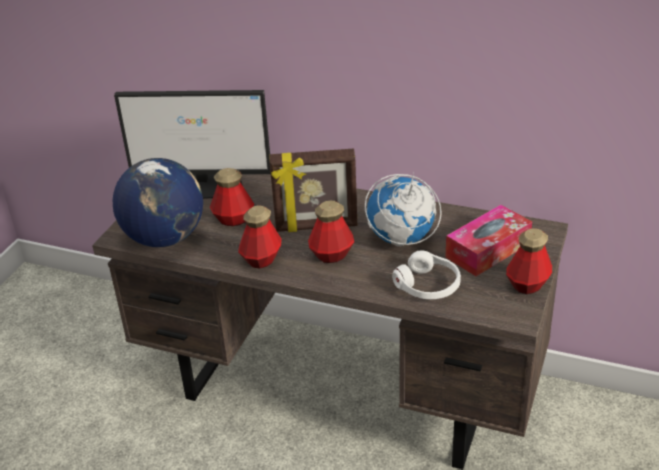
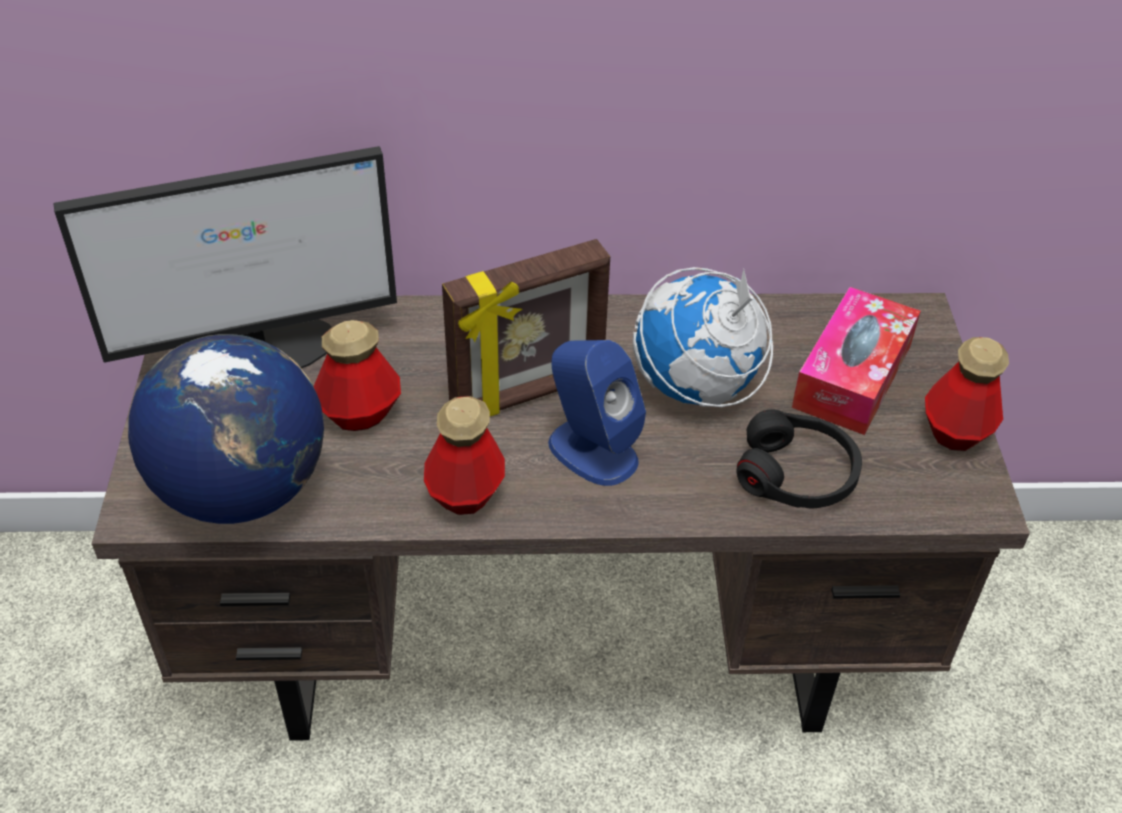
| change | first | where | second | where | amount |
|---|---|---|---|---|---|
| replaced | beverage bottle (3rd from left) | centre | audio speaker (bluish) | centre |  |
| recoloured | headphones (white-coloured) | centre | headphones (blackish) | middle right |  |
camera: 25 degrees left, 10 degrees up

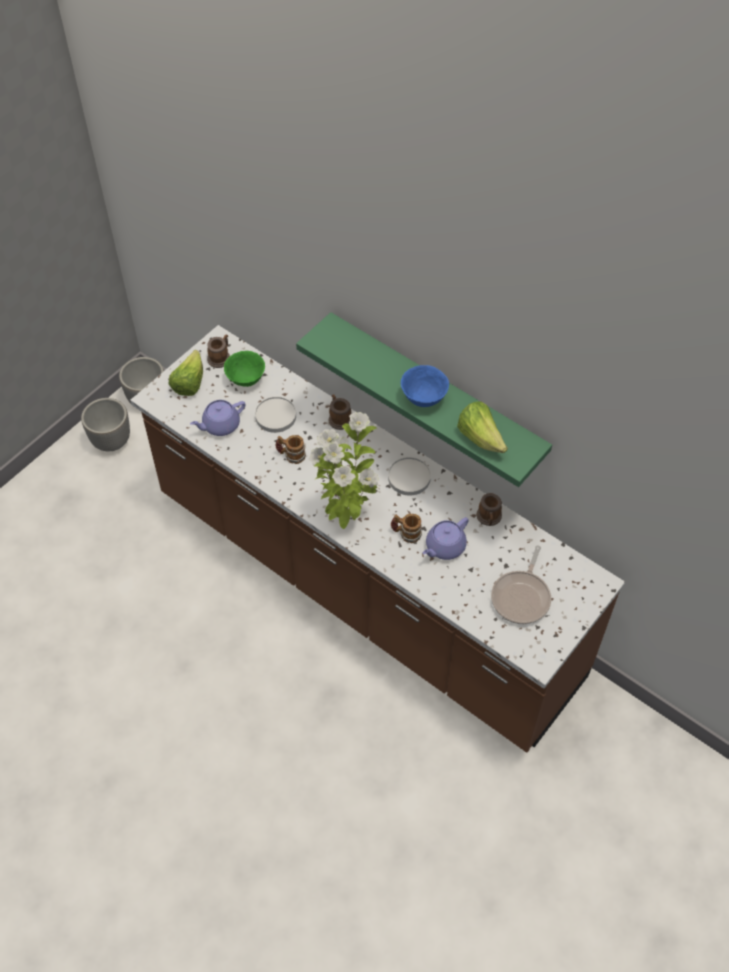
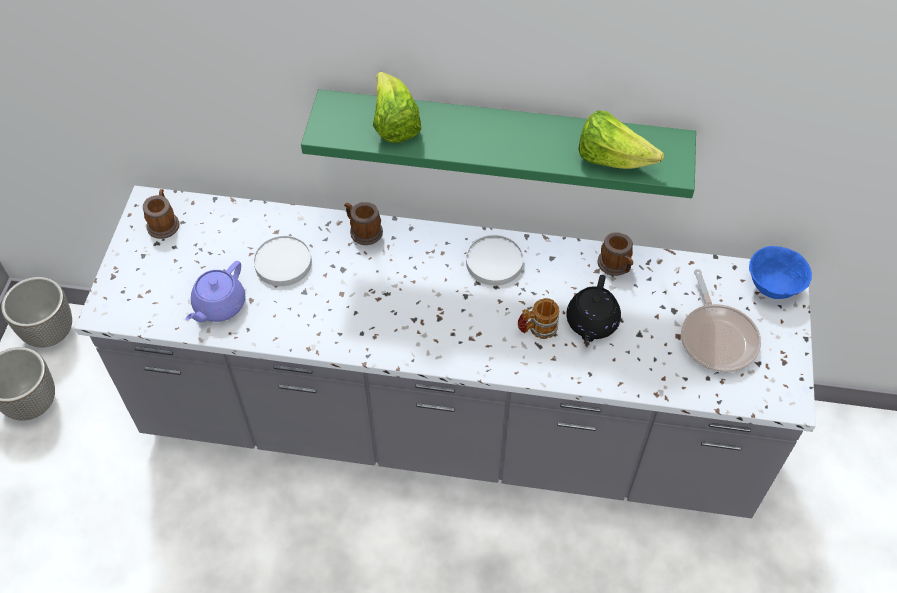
| change | first | where | second | where | amount |
|---|---|---|---|---|---|
| recoloured | counter (brown) | centre | counter (greyish) | centre |  |
| moved | lettuce head (1st from left) | middle left |  | top centre |  |
| removed | deep dish (green) | centre |  |  |  |
| removed | tea mug (2nd from left) | centre |  |  |  |
| removed | plant in a pot | centre |  |  |  |
| moved | deep dish (bluish) | centre |  | middle right |  |
| recoloured | teapot (purple-coloured) (2nd from left) | centre | teapot (blackish) | centre |  |
camera: 30 degrees left, 0 degrees up

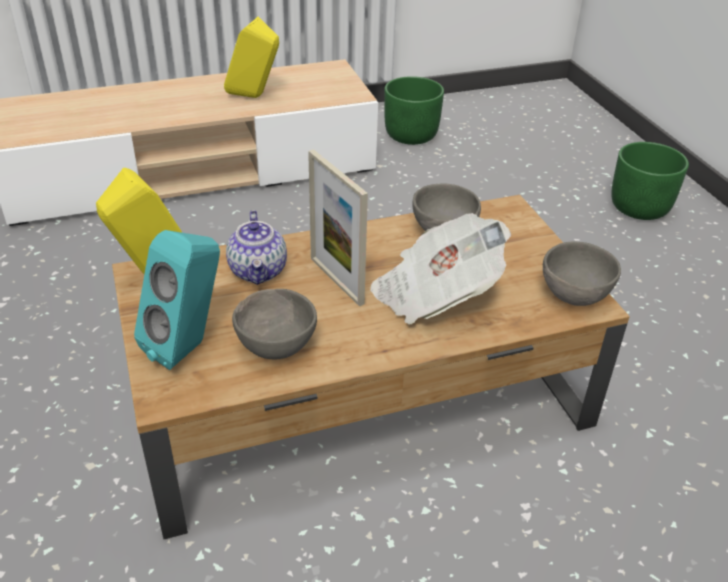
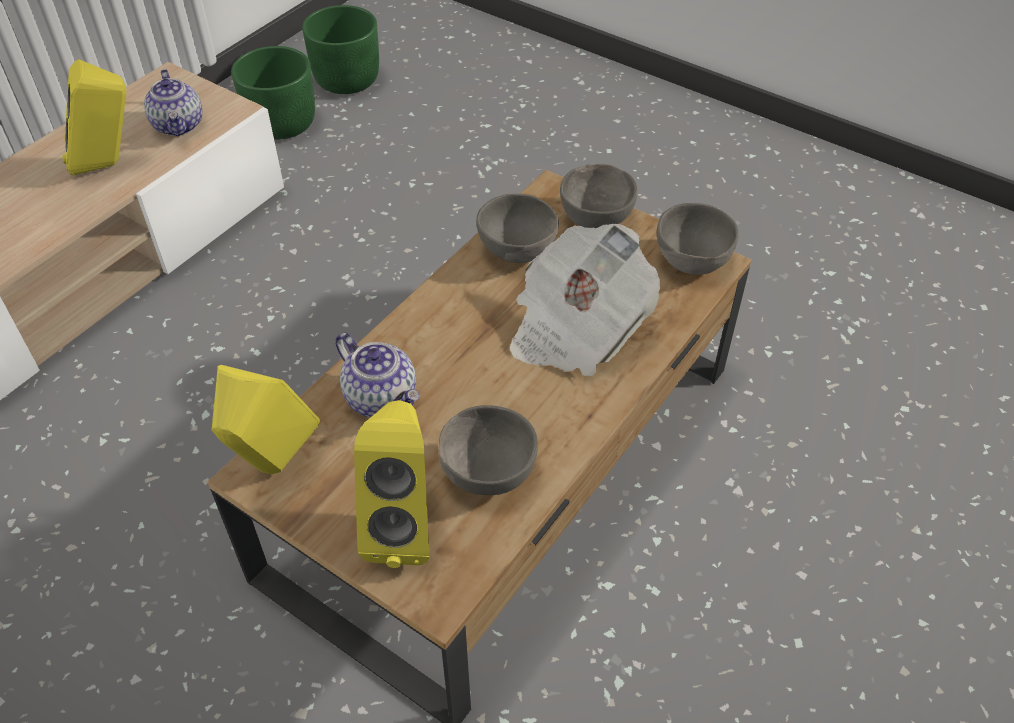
| change | first | where | second | where | amount |
|---|---|---|---|---|---|
| recoloured | audio speaker (turquoise) | middle left | audio speaker (yellow) (3rd from left) | bottom centre |  |
| removed | photo frame | centre |  |  |  |
| moved | flower pot (green) (2nd from left) | top right |  | top centre |  |
| added |  |  | teapot (1st from left) | top left |  |
| added |  |  | deep dish (greyish) (3rd from left) | top centre |  |
camera: 35 degrees left, 10 degrees up

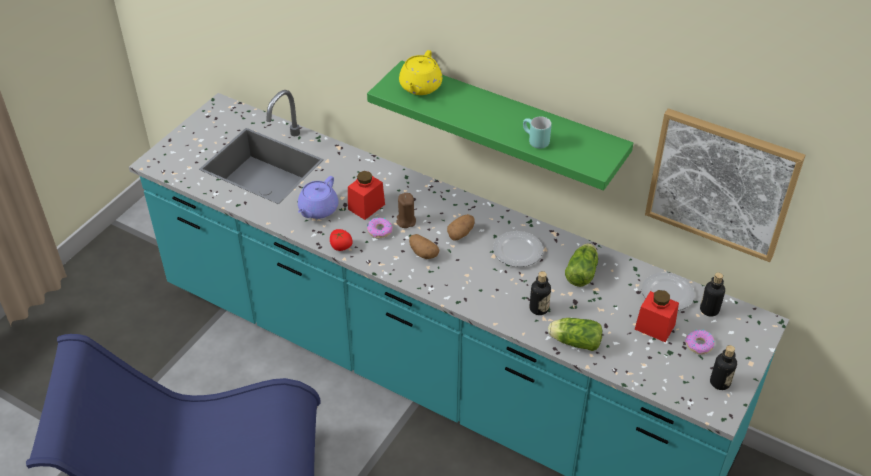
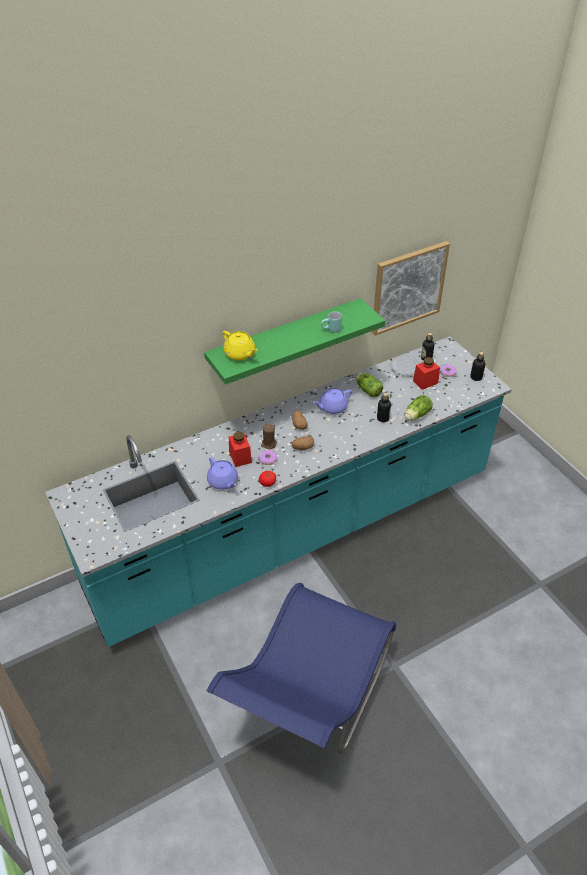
| change | first | where | second | where | amount |
|---|---|---|---|---|---|
| replaced | dinner plate (1st from left) | centre | teapot (purple-coloured) (2nd from left) | centre |  |
camera: 60 degrees left, 0 degrees up

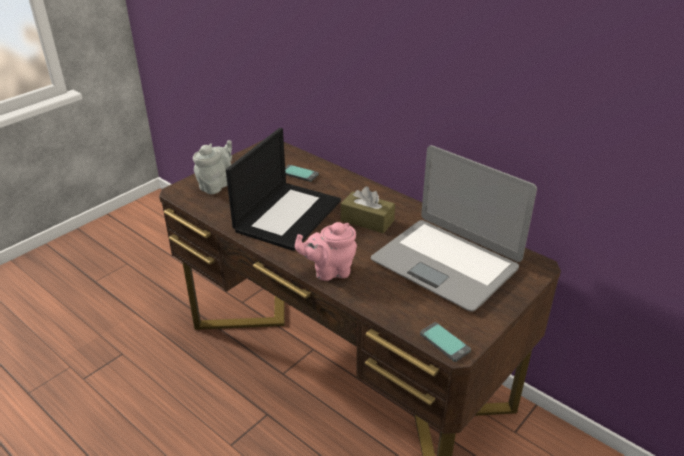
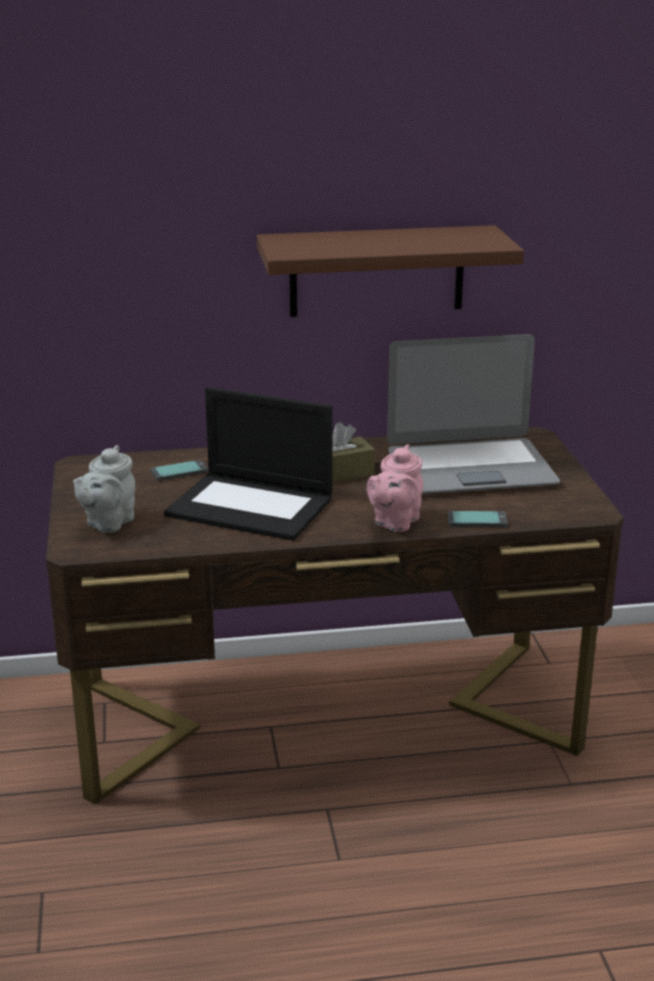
| change | first | where | second | where | amount |
|---|---|---|---|---|---|
| turned | teapot (greyish) | middle left |  | middle left | 135 degrees counterclockwise |
| turned | laptop (1st from left) | centre |  | centre | 135 degrees clockwise |
| moved | handset (2nd from left) | bottom centre |  | middle right |  |
| added |  |  | wall shelf (brown) | top centre |  |
camera: 50 degrees left, 10 degrees down

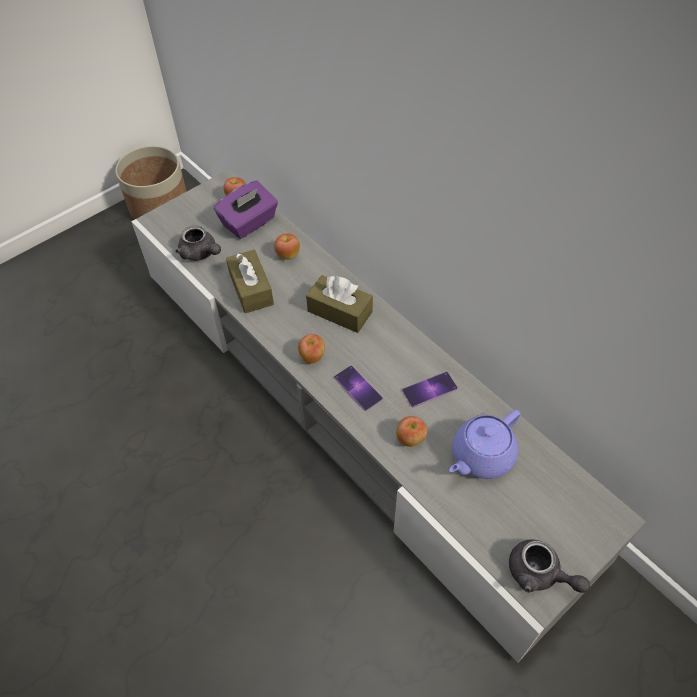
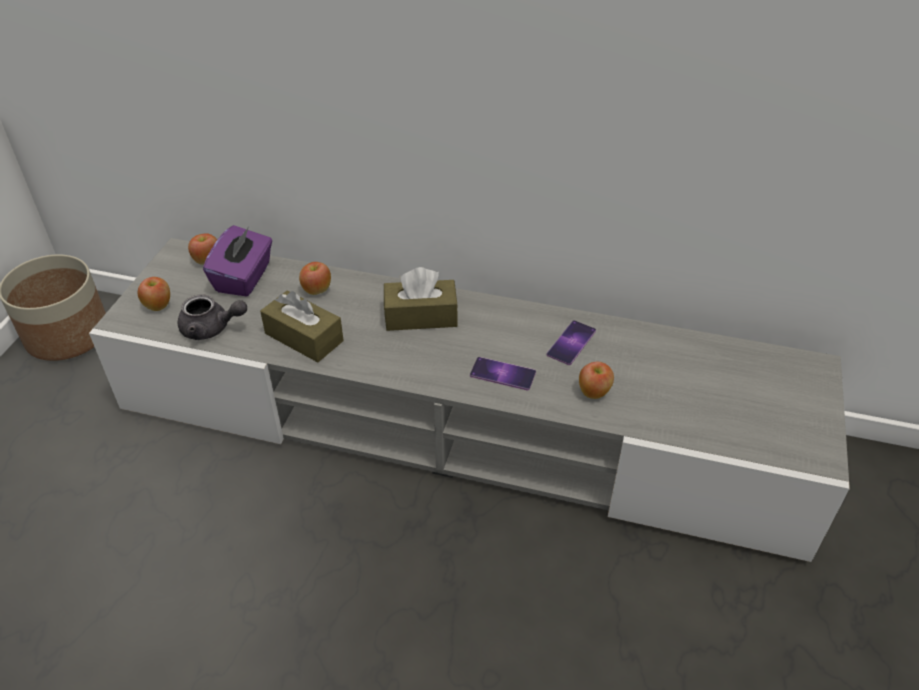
| change | first | where | second | where | amount |
|---|---|---|---|---|---|
| moved | apple fruit (3rd from left in the first image) | centre | apple fruit (1st from left) | middle left |  |
| removed | teapot (purple-coloured) | middle right |  |  |  |
| removed | teapot (greyish) (2nd from left) | bottom right |  |  |  |
camera: 35 degrees left, 10 degrees down

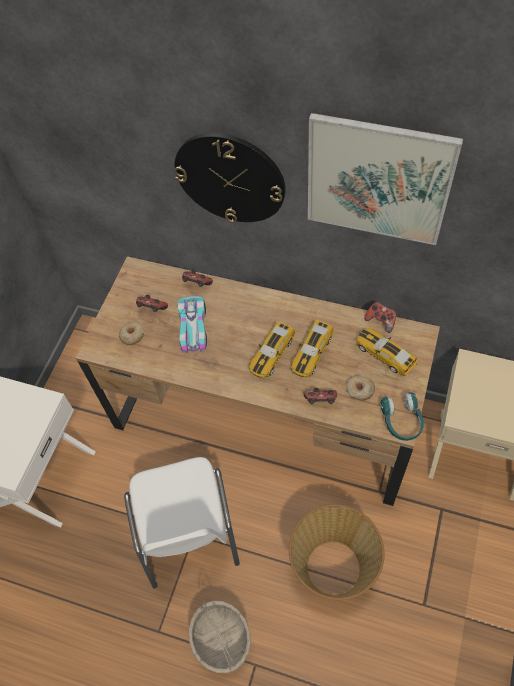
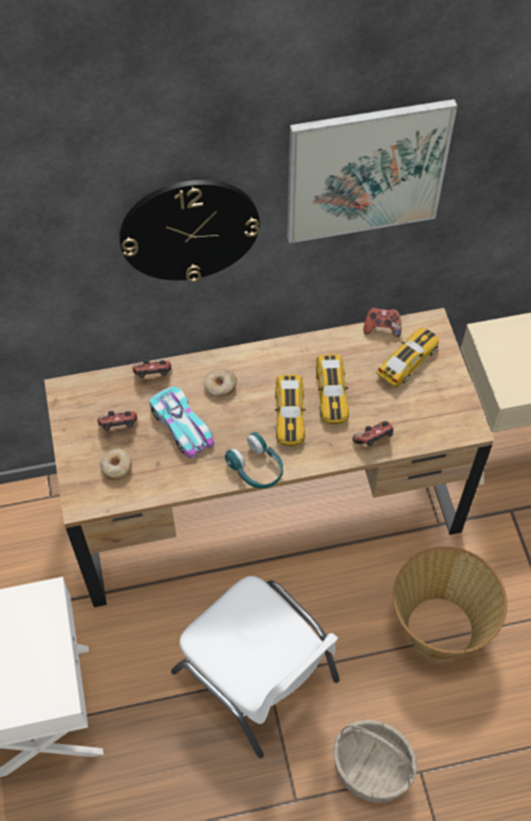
| change | first | where | second | where | amount |
|---|---|---|---|---|---|
| moved | donut (2nd from left) | middle right |  | centre |  |
| turned | model car (4th from left) | middle right |  | middle right | 120 degrees clockwise |
| moved | headphones (turquoise) | middle right |  | centre |  |
camera: 35 degrees left, 0 degrees up

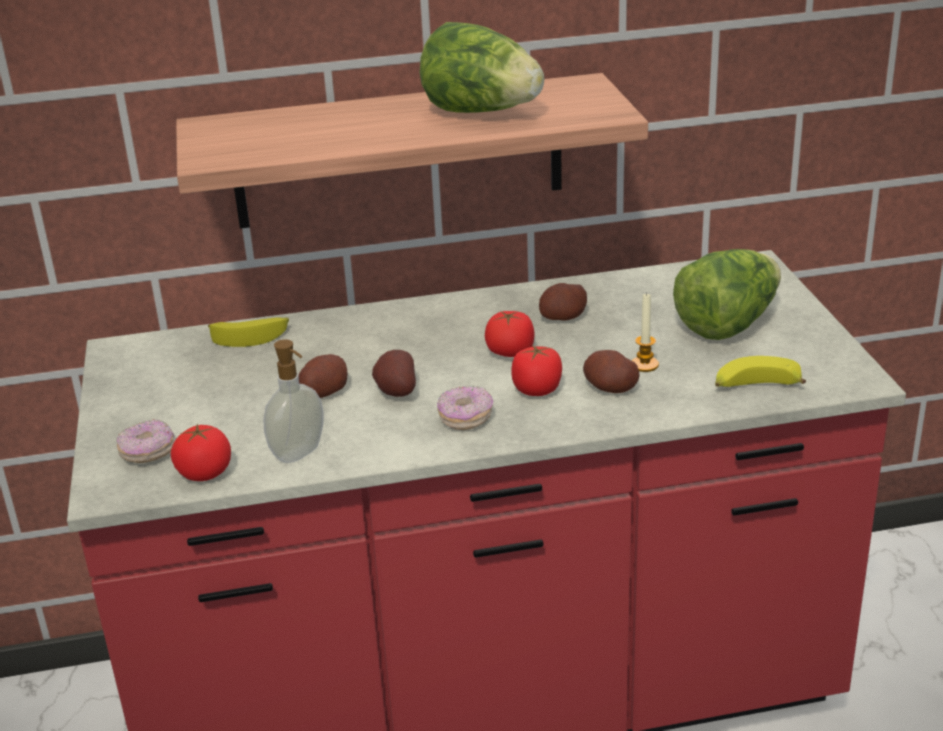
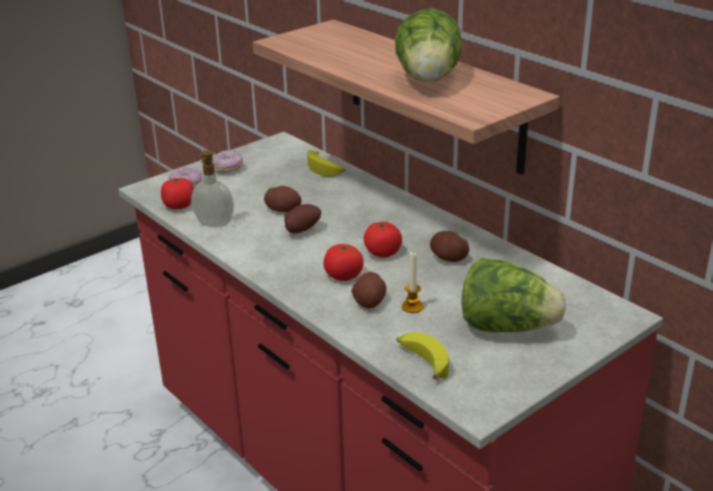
| change | first | where | second | where | amount |
|---|---|---|---|---|---|
| moved | donut (2nd from left) | centre |  | top left |  |
camera: 60 degrees right, 0 degrees up

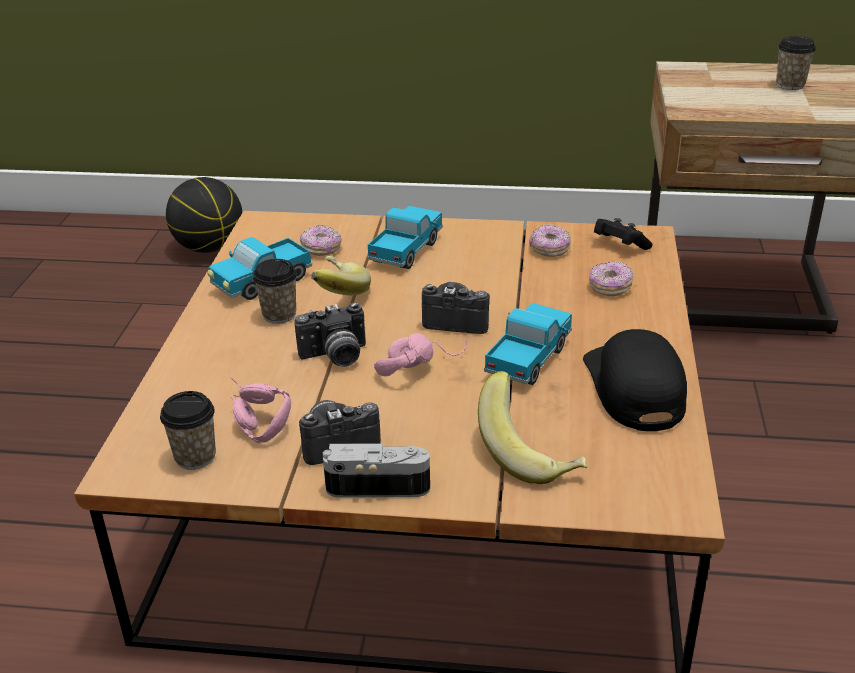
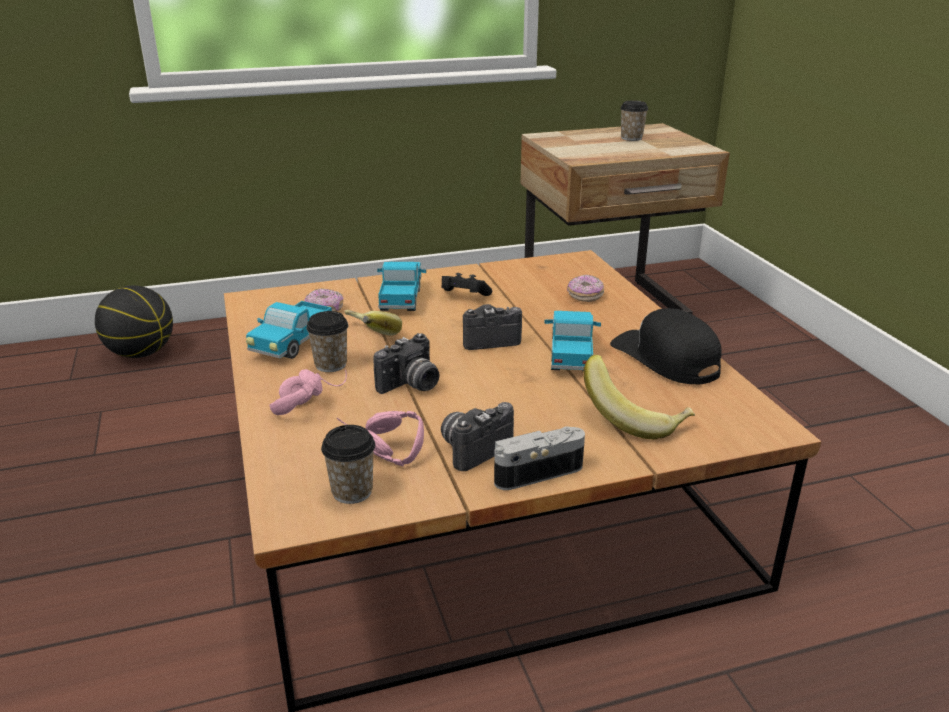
| change | first | where | second | where | amount |
|---|---|---|---|---|---|
| moved | headphones (pinkish) (2nd from left in the first image) | centre | headphones (pinkish) (1st from left) | middle left |  |
| removed | donut (2nd from left) | centre |  |  |  |
| moved | gamepad (blackish) | middle right |  | centre |  |
camera: 25 degrees left, 5 degrees down

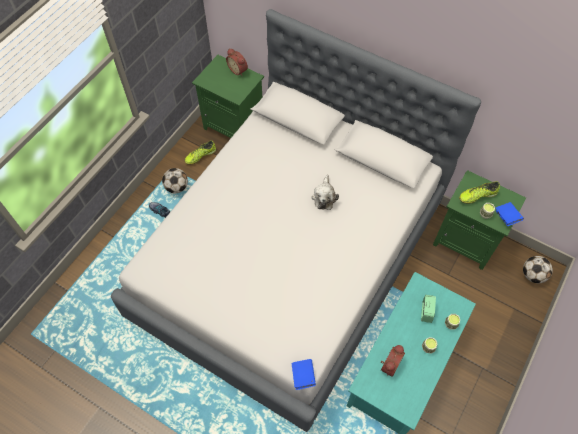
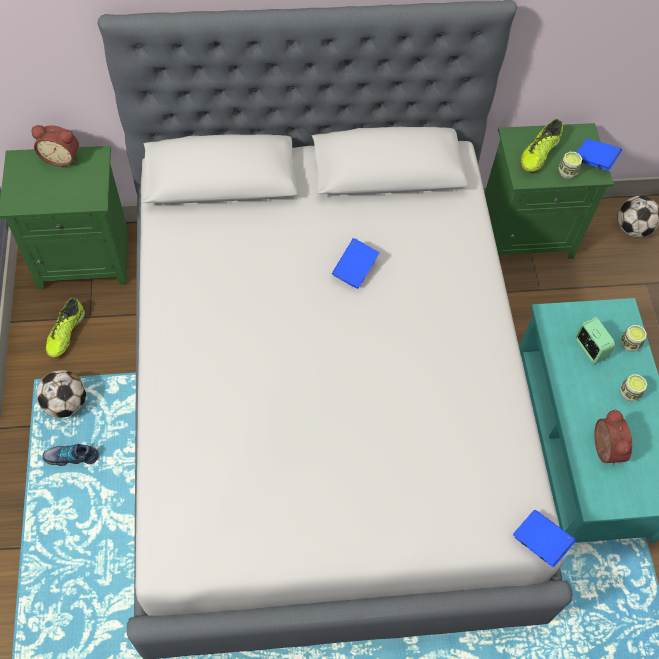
| change | first | where | second | where | amount |
|---|---|---|---|---|---|
| replaced | cuddly toy | centre | bound book (bluish) (1st from left) | centre |  |
camera: 40 degrees left, 0 degrees up

